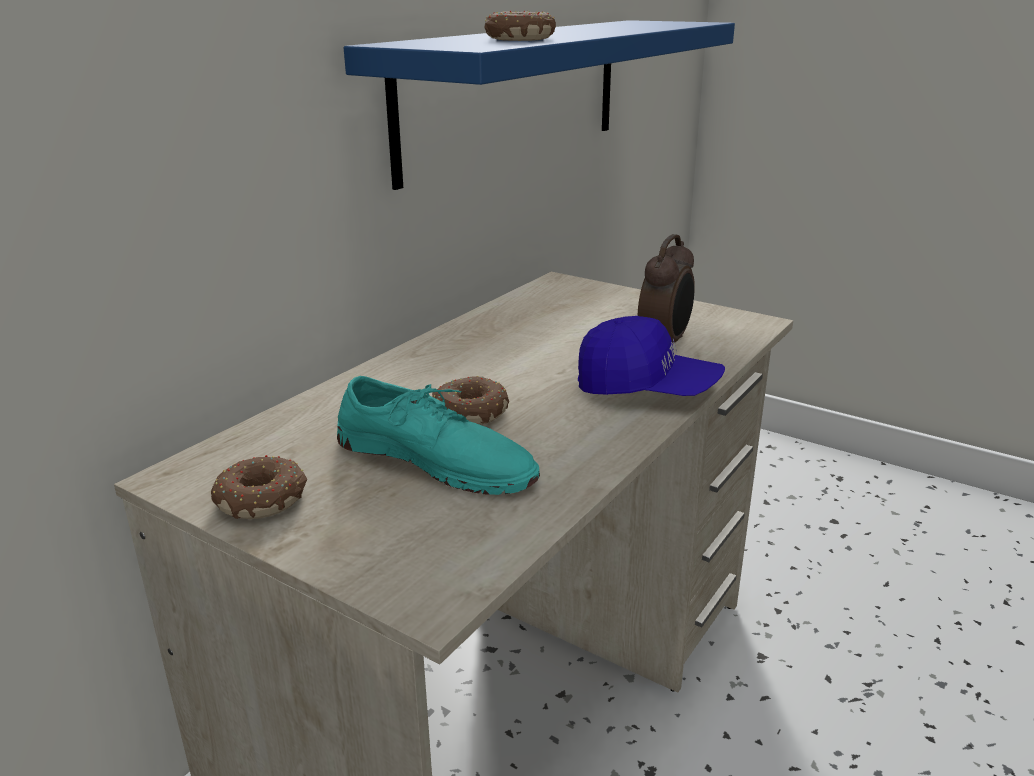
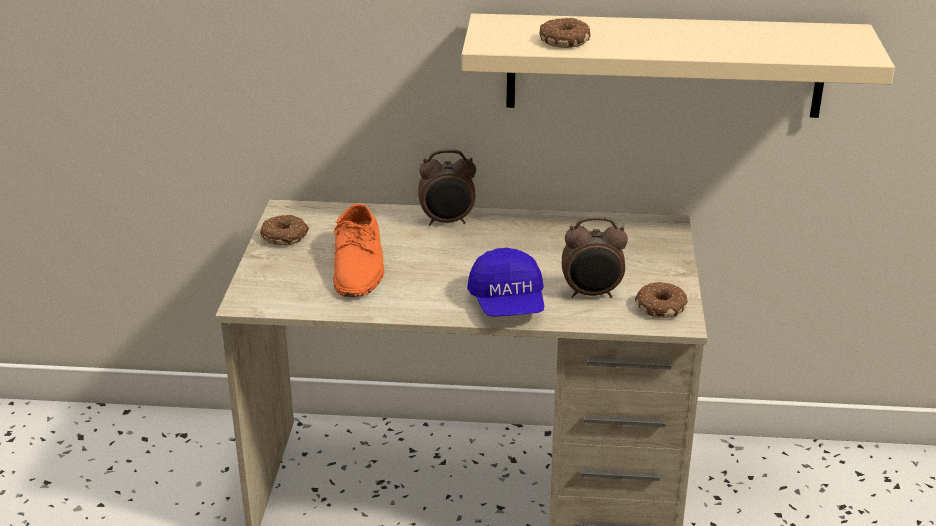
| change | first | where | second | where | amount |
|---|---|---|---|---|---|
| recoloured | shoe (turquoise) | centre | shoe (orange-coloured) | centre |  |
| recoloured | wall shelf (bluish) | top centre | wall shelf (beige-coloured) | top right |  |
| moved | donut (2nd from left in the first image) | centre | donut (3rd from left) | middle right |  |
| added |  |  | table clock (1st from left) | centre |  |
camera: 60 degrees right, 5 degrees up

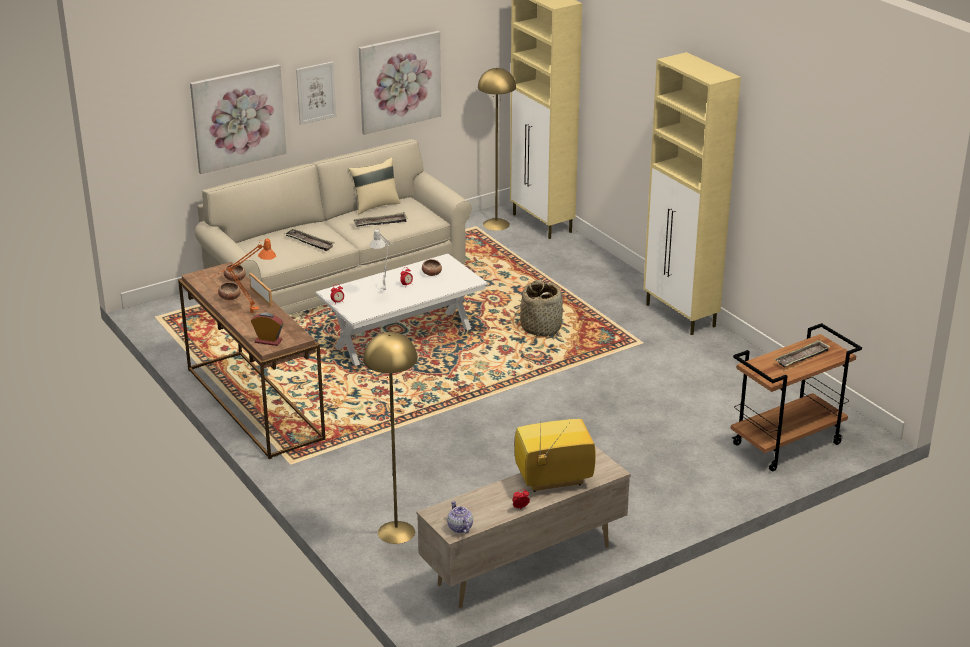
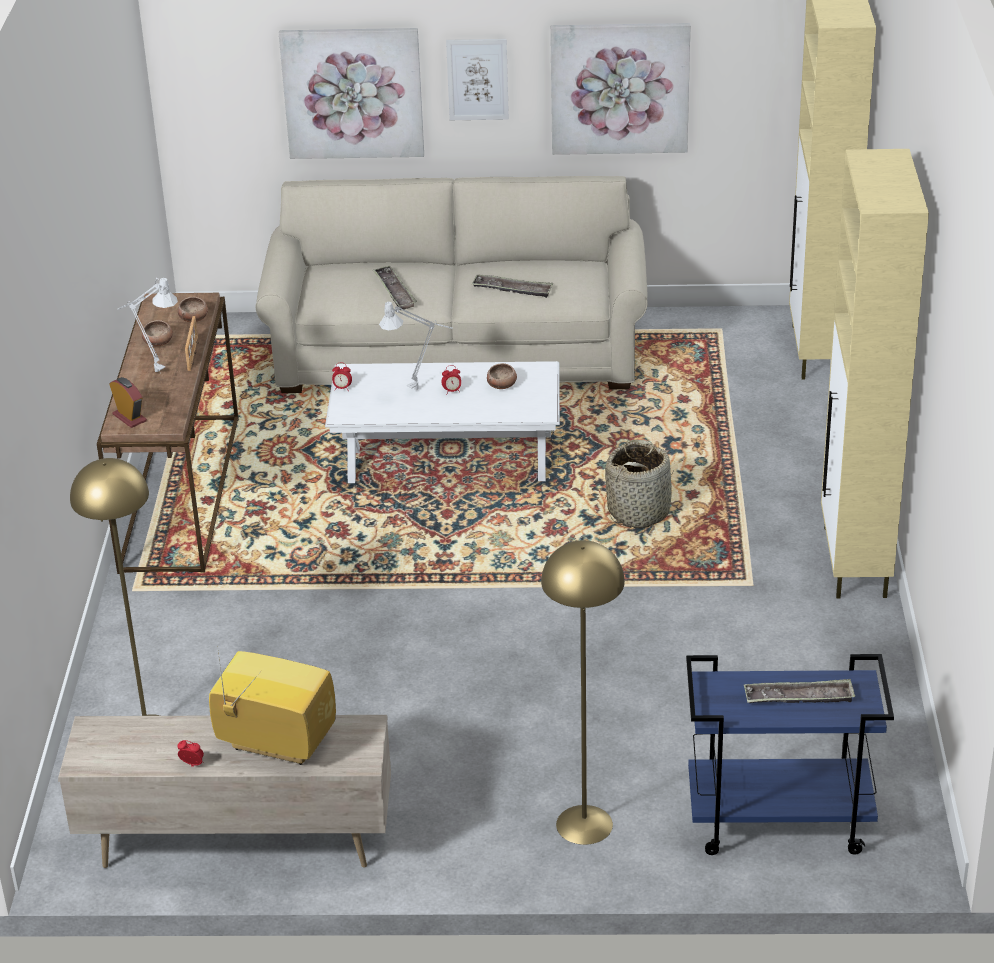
| change | first | where | second | where | amount |
|---|---|---|---|---|---|
| recoloured | lamp for a table (orange-coloured) | middle left | lamp for a table (greyish) (1st from left) | middle left |  |
| removed | cushion (beige-coloured) | top centre |  |  |  |
| removed | teapot | bottom centre |  |  |  |
| moved | floor lamp (yellow) (2nd from left) | top centre |  | bottom centre |  |
| recoloured | cart (brown) | middle right | cart (bluish) | bottom right |  |
camera: 35 degrees right, 5 degrees up

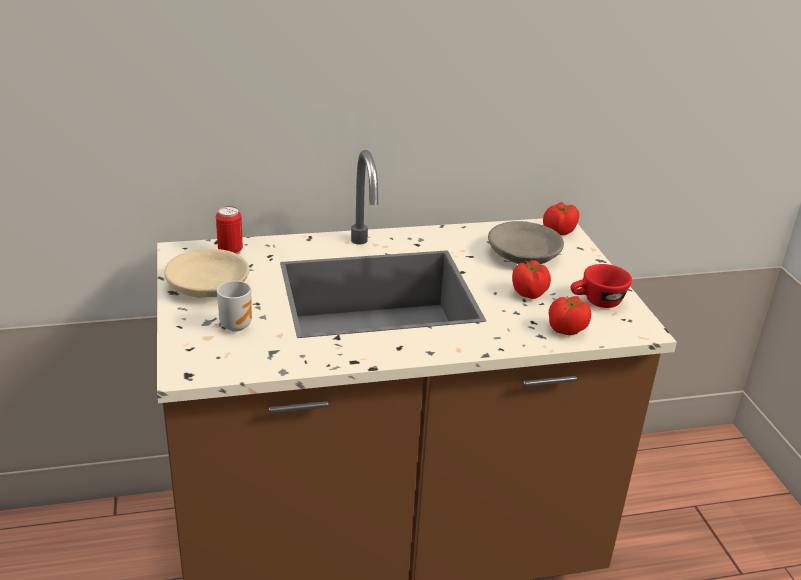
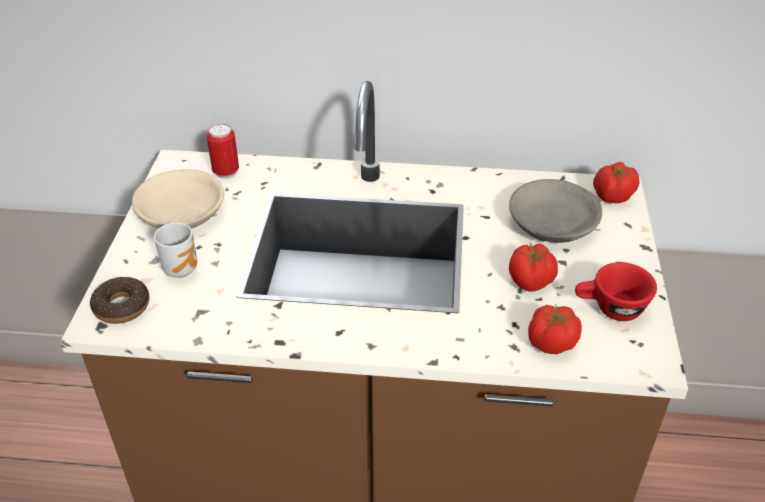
| change | first | where | second | where | amount |
|---|---|---|---|---|---|
| added |  |  | donut | middle left |  |
camera: 20 degrees right, 10 degrees up

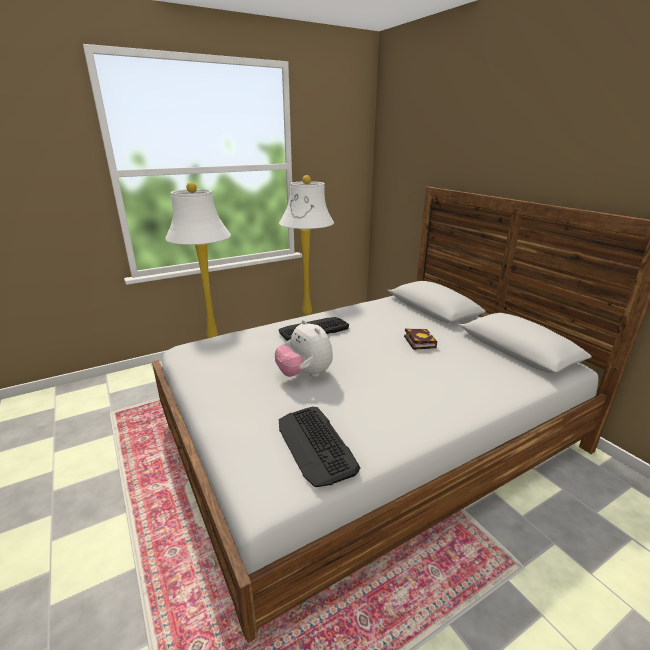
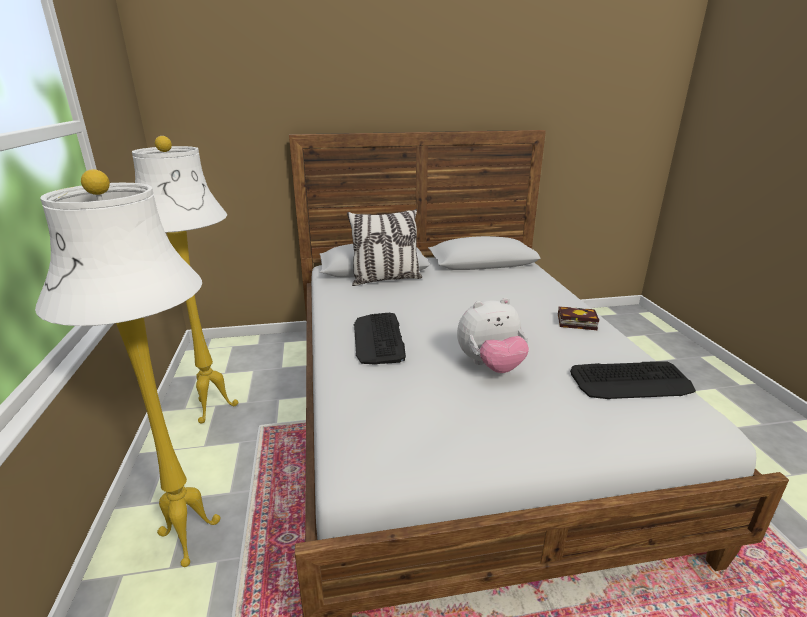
| change | first | where | second | where | amount |
|---|---|---|---|---|---|
| moved | bound book | centre |  | middle right |  |
| added |  |  | cushion | centre |  |
camera: 70 degrees left, 0 degrees up

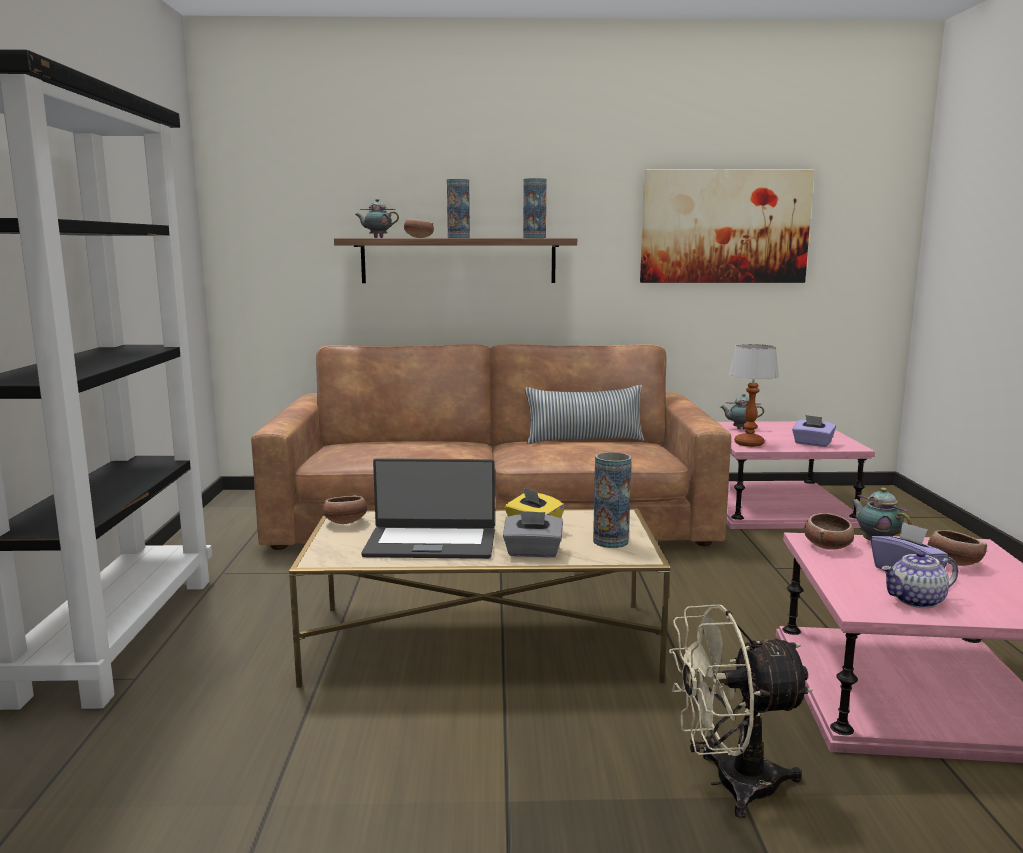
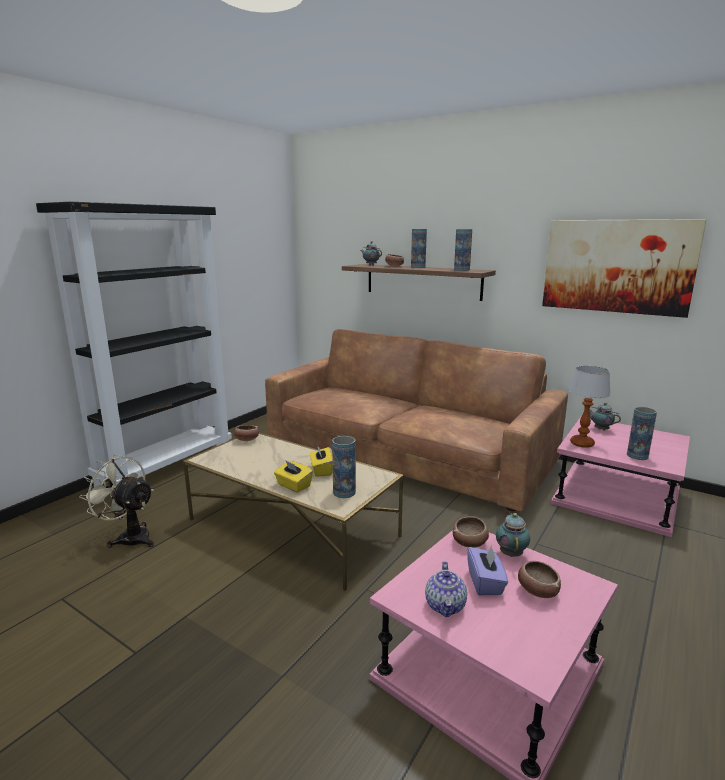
| change | first | where | second | where | amount |
|---|---|---|---|---|---|
| removed | laptop | centre |  |  |  |
| recoloured | tissue box (greyish) | centre | tissue box (yellow) (1st from left) | centre |  |
| removed | cushion | centre |  |  |  |
| moved | electric fan (beige-coloured) | bottom right |  | middle left |  |
| replaced | tissue box (purple-coloured) (1st from left) | middle right | vase (4th from left) | middle right |  |
| turned | teapot (4th from left in the first image) | bottom right | teapot (2nd from left) | bottom centre | 105 degrees counterclockwise |
camera: 35 degrees right, 5 degrees up

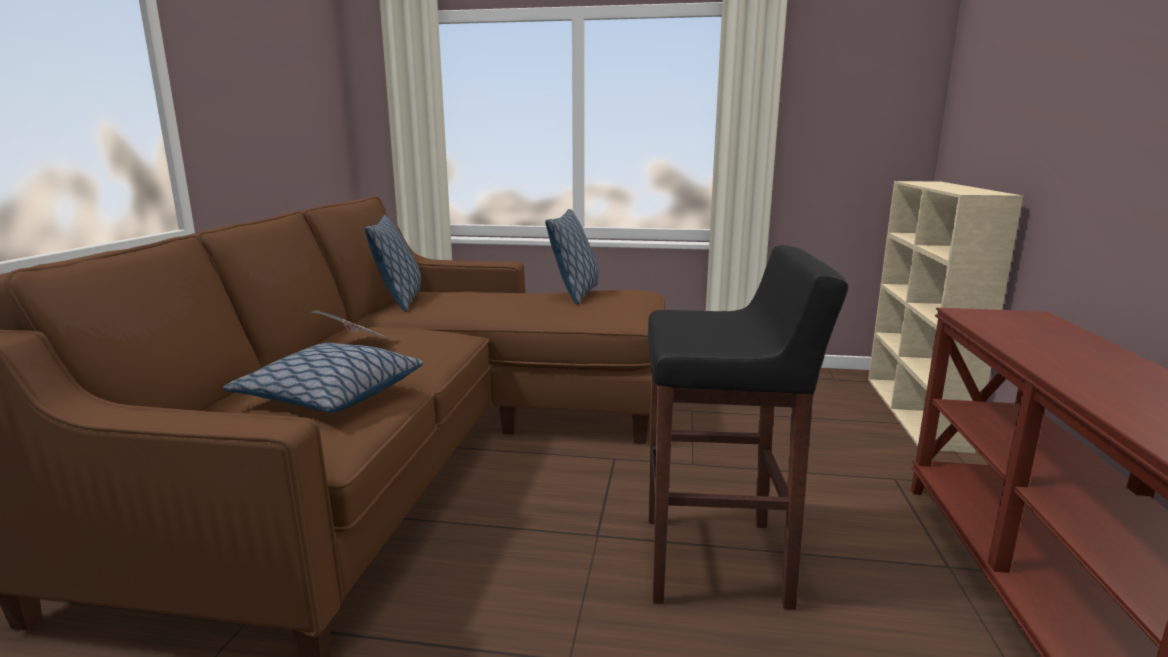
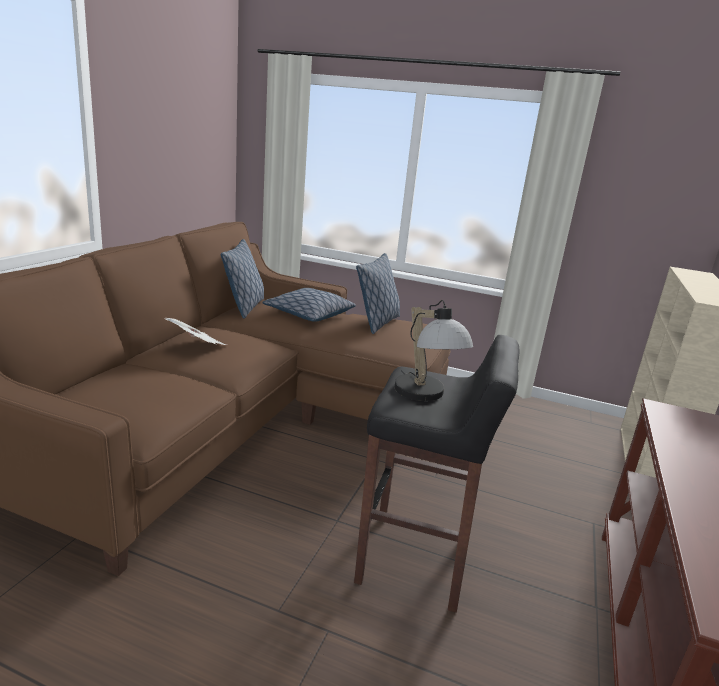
| change | first | where | second | where | amount |
|---|---|---|---|---|---|
| moved | cushion (1st from left in the first image) | middle left | cushion (2nd from left) | centre |  |
| added |  |  | lamp for a table | centre |  |
camera: 10 degrees right, 5 degrees up

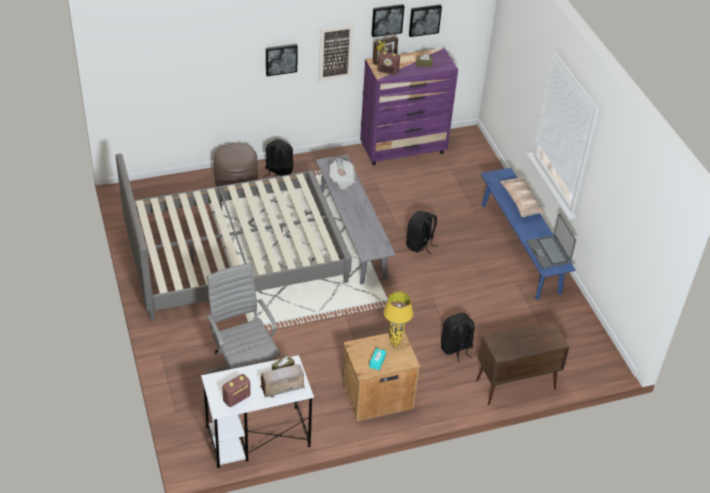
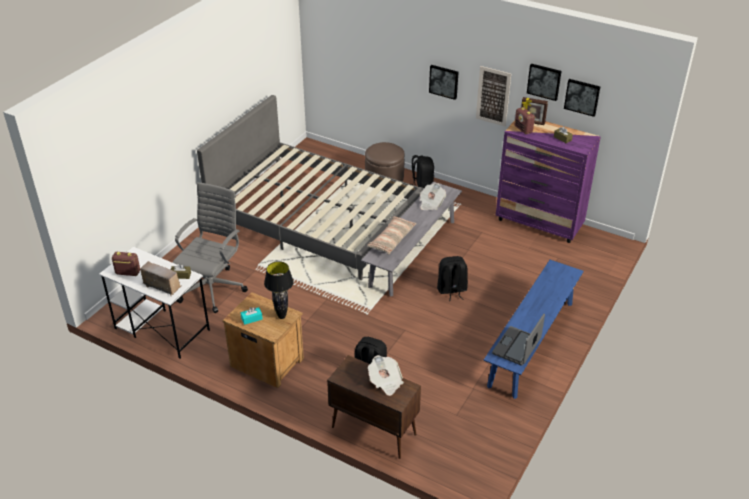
| change | first | where | second | where | amount |
|---|---|---|---|---|---|
| recoloured | lamp for a table (yellow) | centre | lamp for a table (blackish) | centre |  |
| moved | cushion | middle right |  | centre |  |
| added |  |  | printed paper (1st from left) | bottom centre |  |
camera: 50 degrees right, 5 degrees down

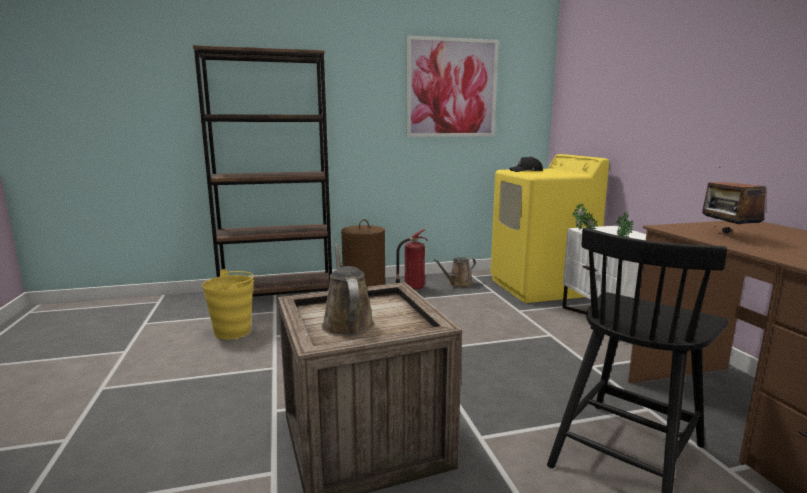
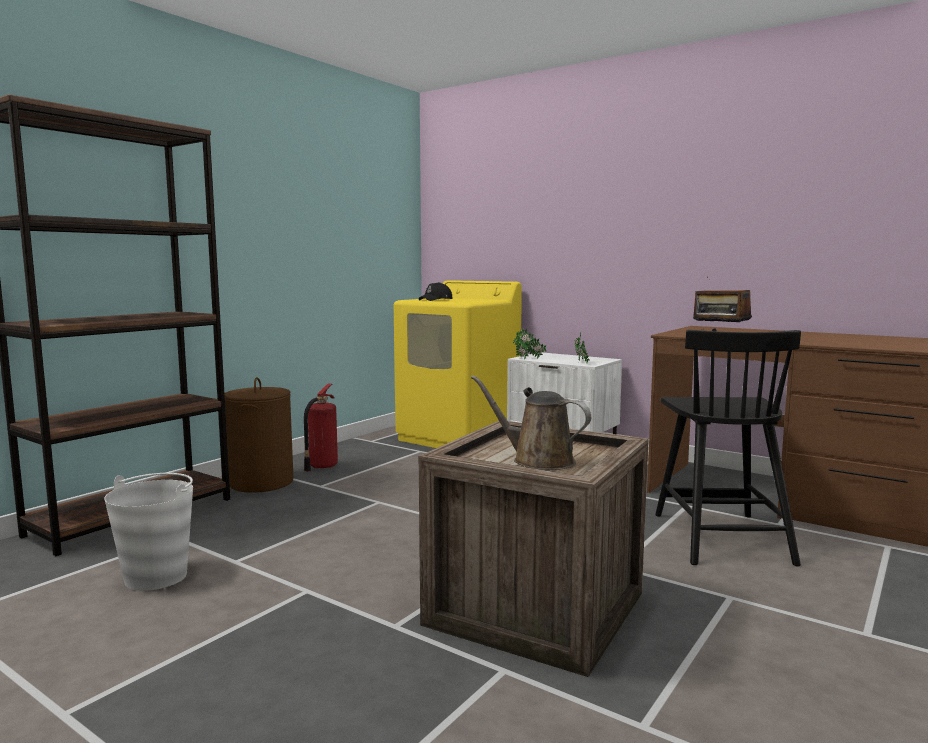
| change | first | where | second | where | amount |
|---|---|---|---|---|---|
| recoloured | pail (yellow) | middle left | pail (white-coloured) | bottom left |  |
| removed | wall picture | top centre |  |  |  |
| removed | watering can (brown) (2nd from left) | centre |  |  |  |
camera: 40 degrees left, 5 degrees down

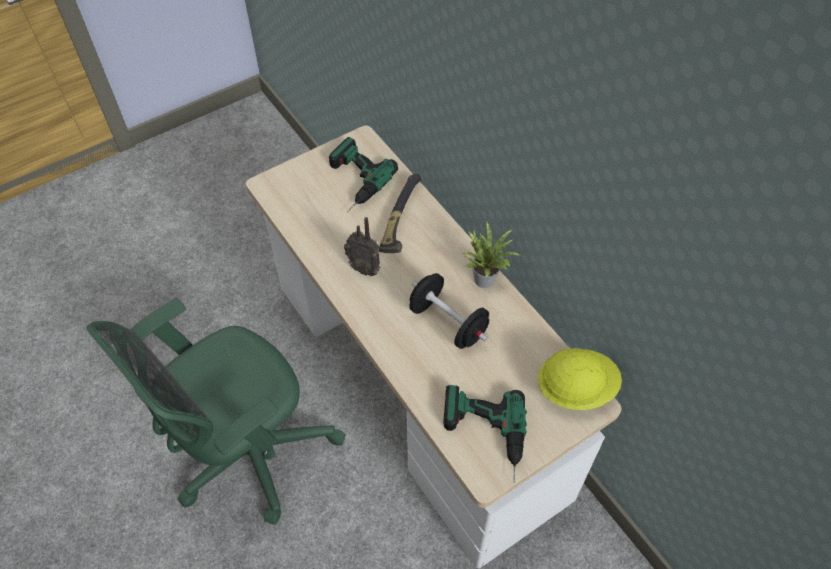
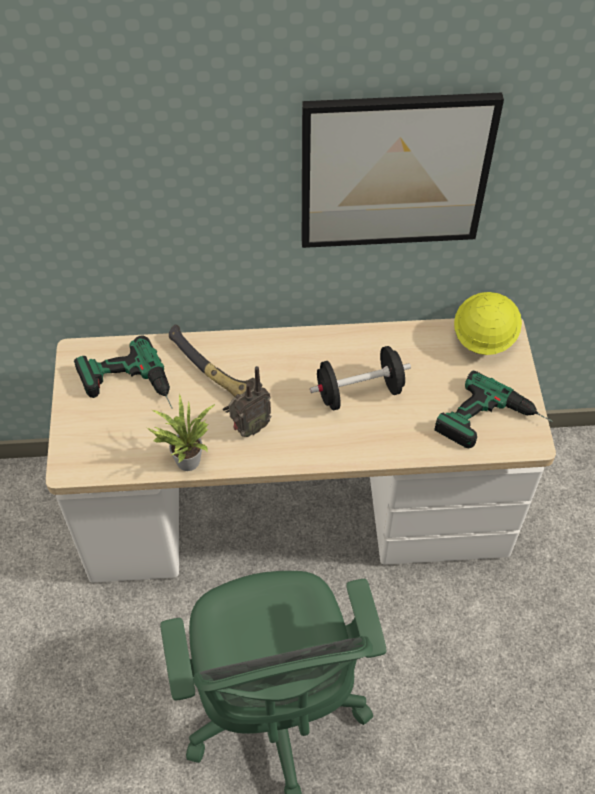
| change | first | where | second | where | amount |
|---|---|---|---|---|---|
| moved | plant in a pot | centre |  | middle left |  |
| added |  |  | wall picture | top right |  |
camera: 60 degrees left, 0 degrees up

